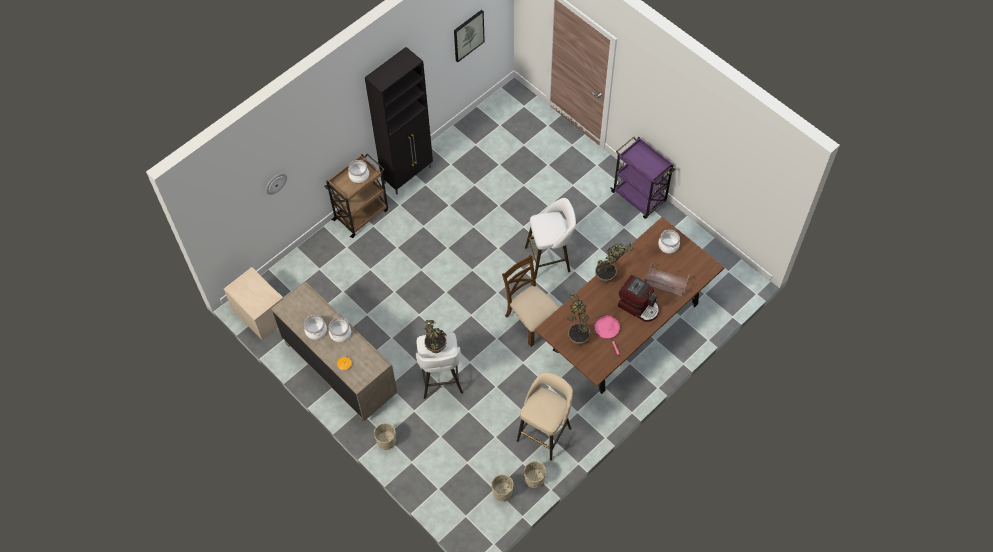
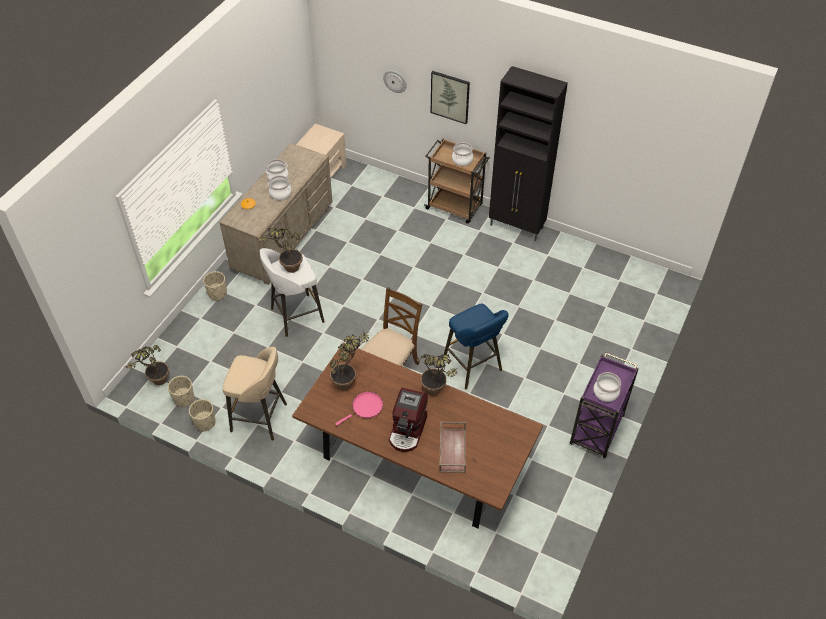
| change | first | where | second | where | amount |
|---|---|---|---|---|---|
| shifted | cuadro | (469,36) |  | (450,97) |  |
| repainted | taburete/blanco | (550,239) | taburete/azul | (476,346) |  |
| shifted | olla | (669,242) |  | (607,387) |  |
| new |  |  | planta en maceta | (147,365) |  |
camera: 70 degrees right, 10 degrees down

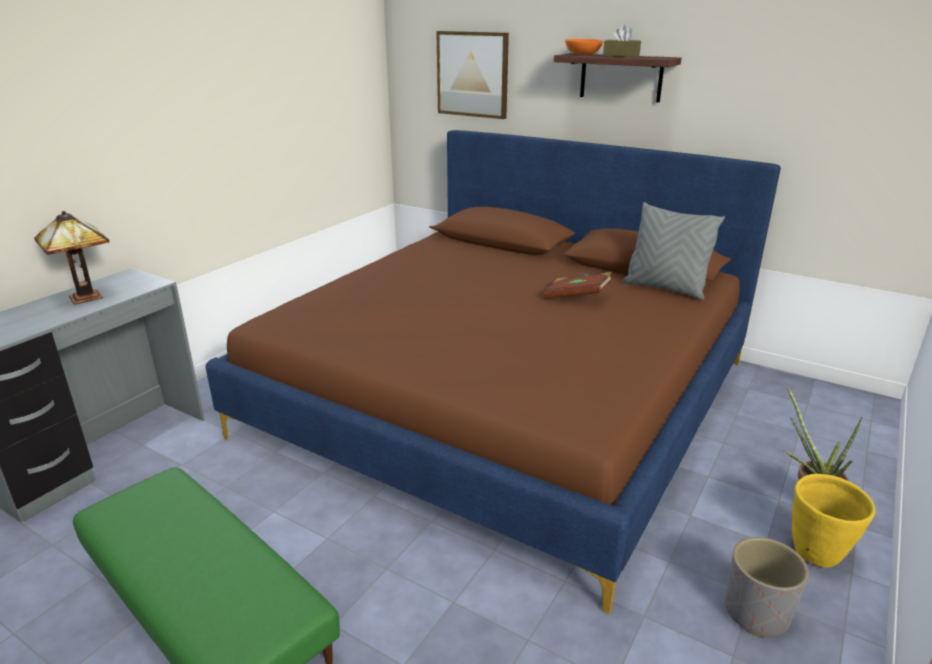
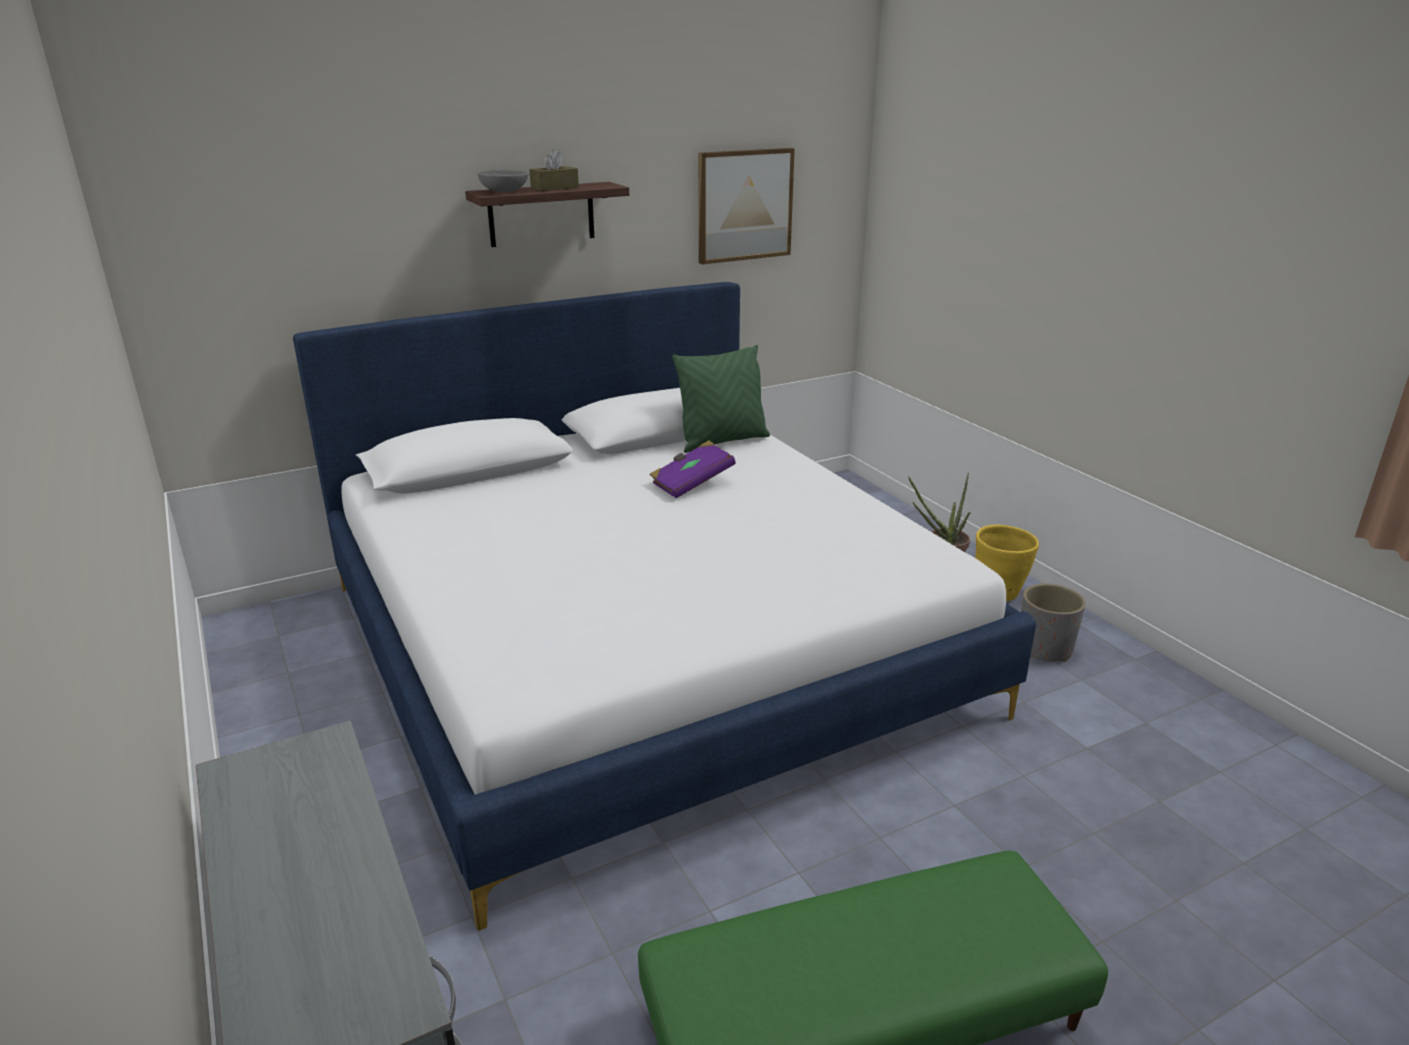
| change | first | where | second | where | amount |
|---|---|---|---|---|---|
| gone | lámpara de mesa | (71,258) |  |  |  |
| repainted | cama/marrón | (493,372) | cama/blanco | (664,606) |  |
| shifted | cuadro | (472,75) |  | (746,206) |  |
| repainted | libro/marrón | (578,285) | libro/morado | (692,469) |  |
| repainted | cuenco/naranja | (584,47) | cuenco/gris | (503,180) |  |
| repainted | cojín/gris | (673,251) | cojín/verde | (721,399) |  |
camera: 60 degrees left, 0 degrees up

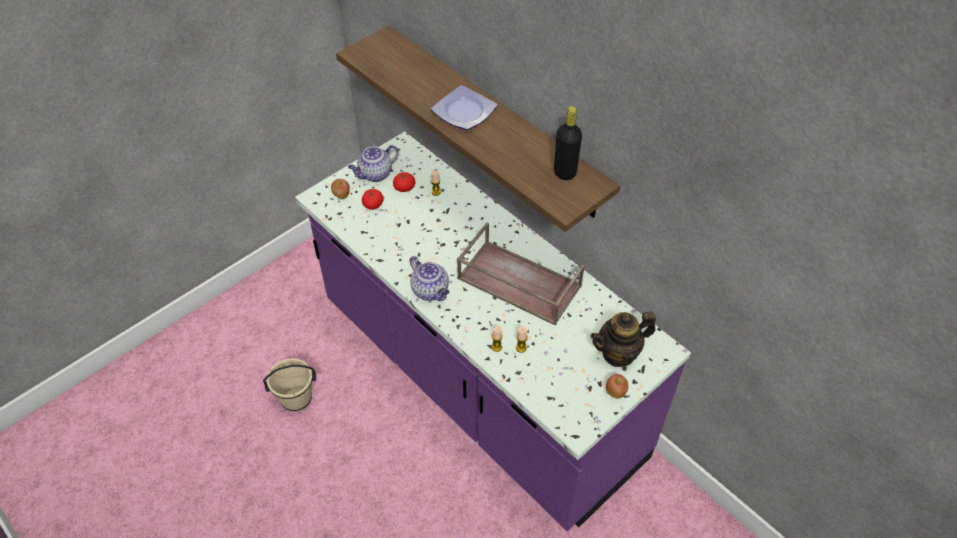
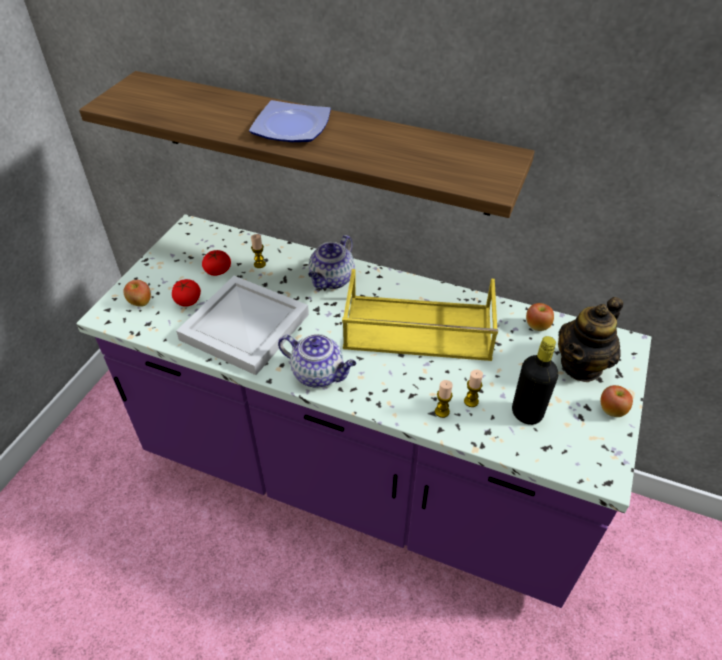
| change | first | where | second | where | amount |
|---|---|---|---|---|---|
| gone | cubo/beis | (289,385) |  |  |  |
| shifted | tetera | (373,163) |  | (331,262) |  |
| repainted | bandeja/marrón | (521,274) | bandeja/amarillo | (420,315) |  |
| shifted | botella/negro | (568,143) |  | (535,380) |  |
| new |  |  | bandeja/blanco | (242,325) |  |
| new |  |  | manzana | (540,317) |  |
camera: 25 degrees left, 5 degrees down

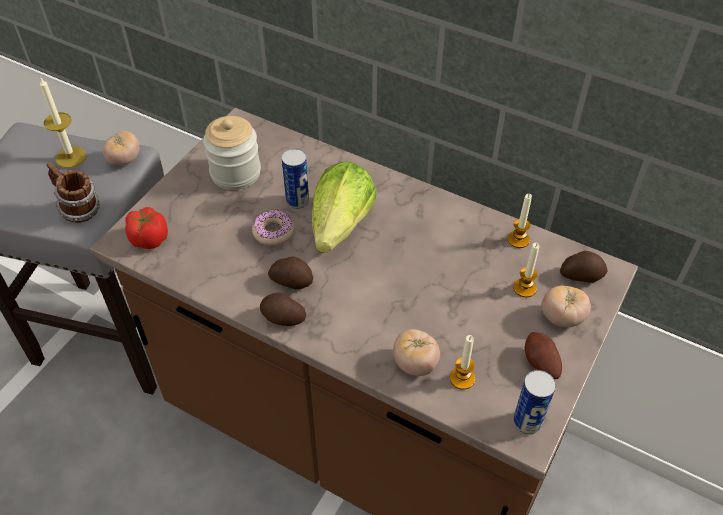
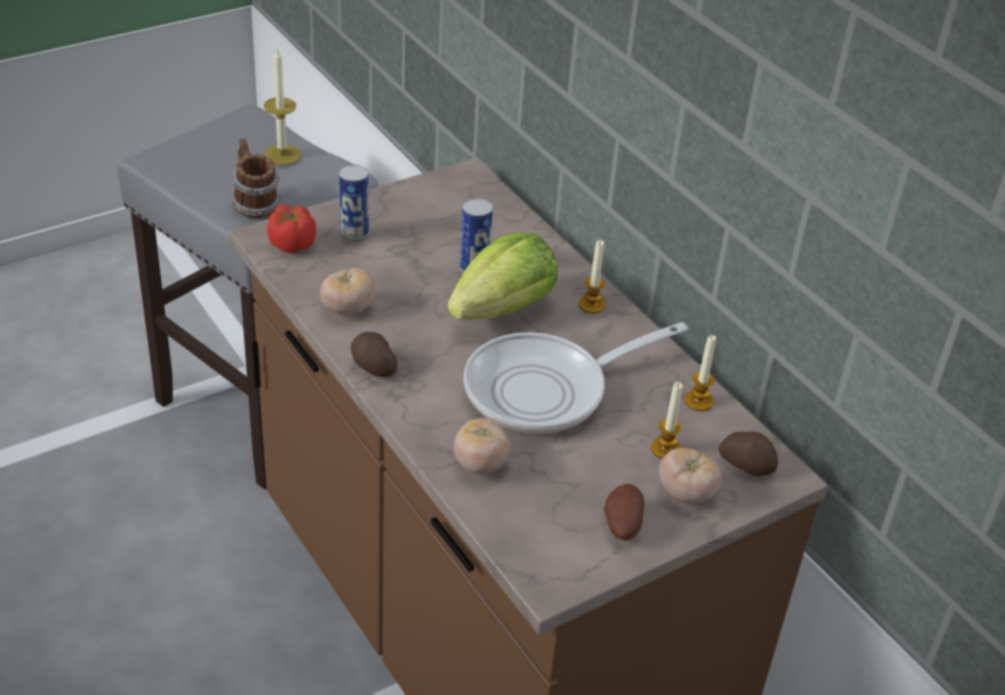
| change | first | where | second | where | amount |
|---|---|---|---|---|---|
| shifted | tomate | (121,148) |  | (347,291) |  |
| gone | tarro | (232,153) |  |  |  |
| gone | rosquilla | (273,228) |  |  |  |
| gone | patata | (290,273) |  |  |  |
| shifted | vela | (462,362) |  | (592,277) |  |
| shifted | lata | (534,402) |  | (354,203) |  |
| new |  |  | sartén | (576,377) |  |
camera: 25 degrees right, 10 degrees down

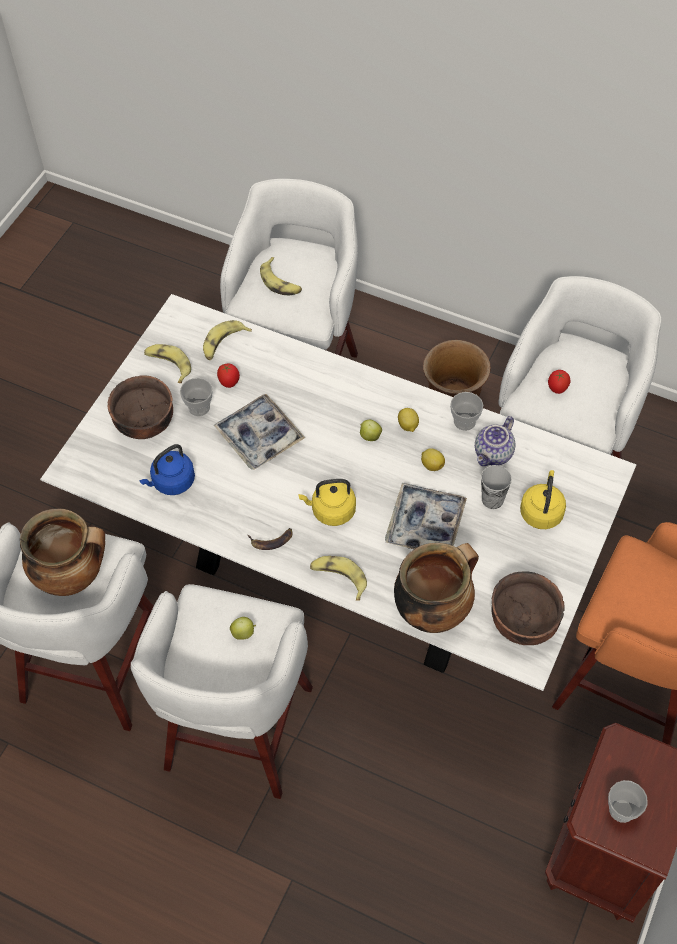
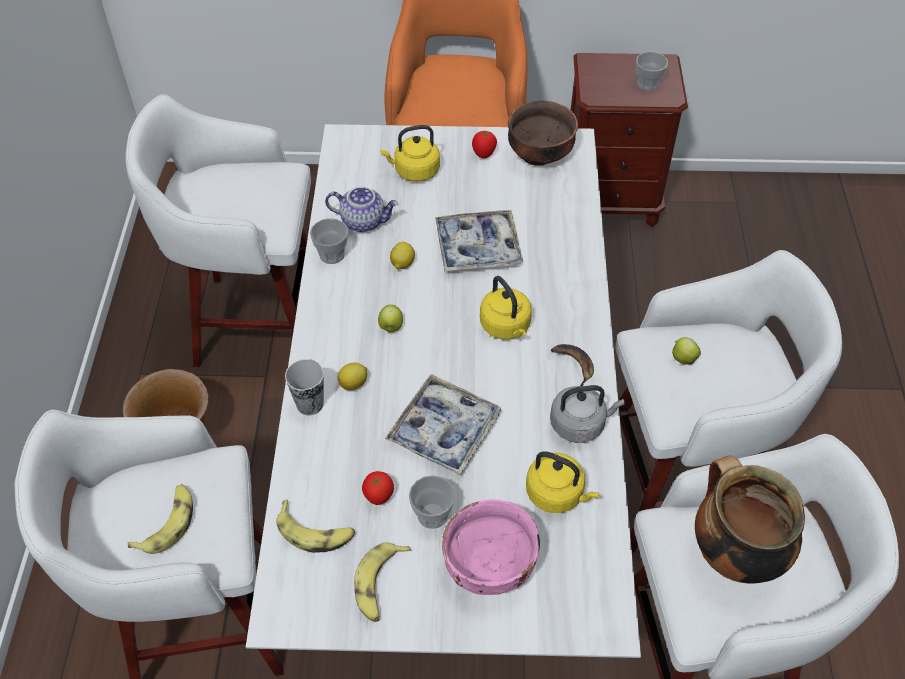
| change | first | where | second | where | amount |
|---|---|---|---|---|---|
| repainted | cuenco/marrón | (140,407) | cuenco/rosa | (491,547) |  |
| repainted | hervidor/azul | (167,469) | hervidor/amarillo | (562,482) |  |
| gone | plátano | (338,578) |  |  |  |
| gone | olla | (436,588) |  |  |  |
| shifted | limón | (408,420) |  | (352,376) |  |
| shifted | taza | (496,487) |  | (304,387) |  |
| shifted | tomate | (559,382) |  | (484,144) |  |
| new |  |  | hervidor/gris | (587,414) |  |
camera: 115 degrees left, 5 degrees down

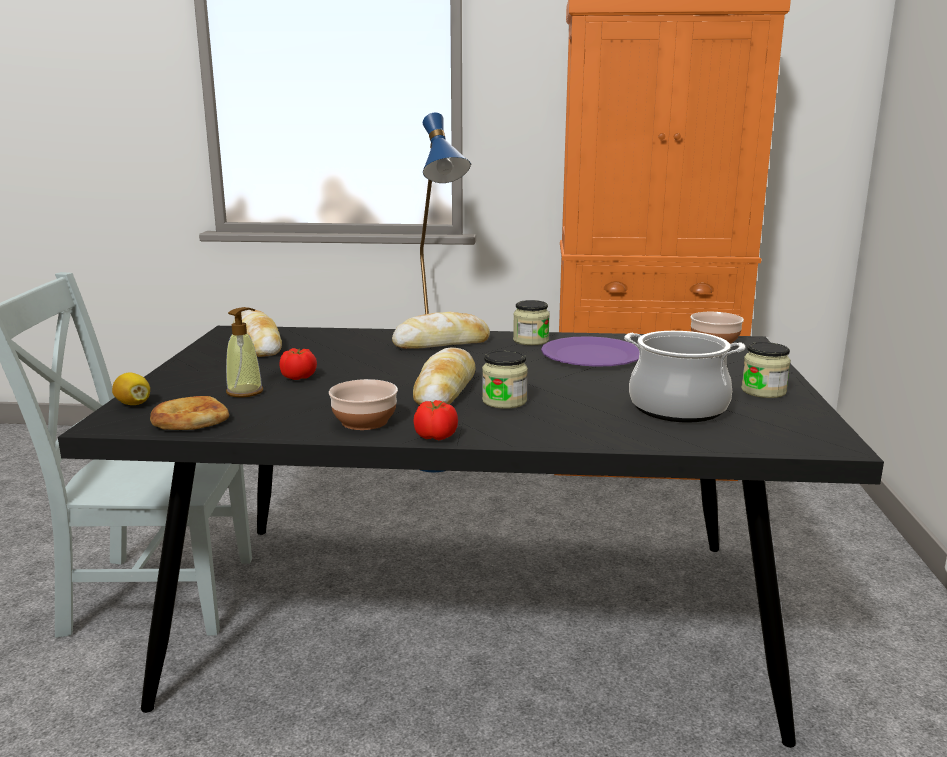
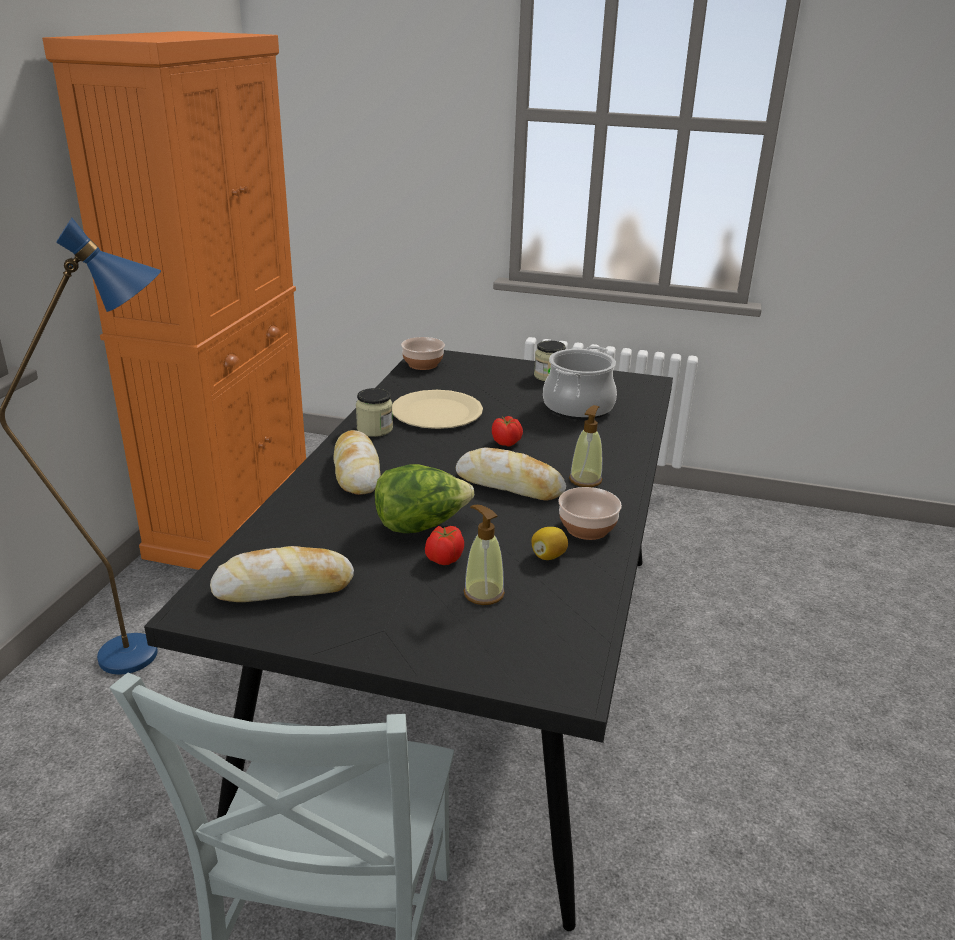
| change | first | where | second | where | amount |
|---|---|---|---|---|---|
| shifted | limón | (131,389) |  | (549,543) |  |
| gone | pan | (189,413) |  |  |  |
| shifted | tomate | (436,420) |  | (507,431) |  |
| gone | tarro | (505,380) |  |  |  |
| repainted | plato/morado | (590,351) | plato/beis | (437,409) |  |
| new |  |  | lechuga | (424,498) |  |
| new |  |  | dispensador de jabón | (586,446) |  |
camera: 80 degrees left, 10 degrees up

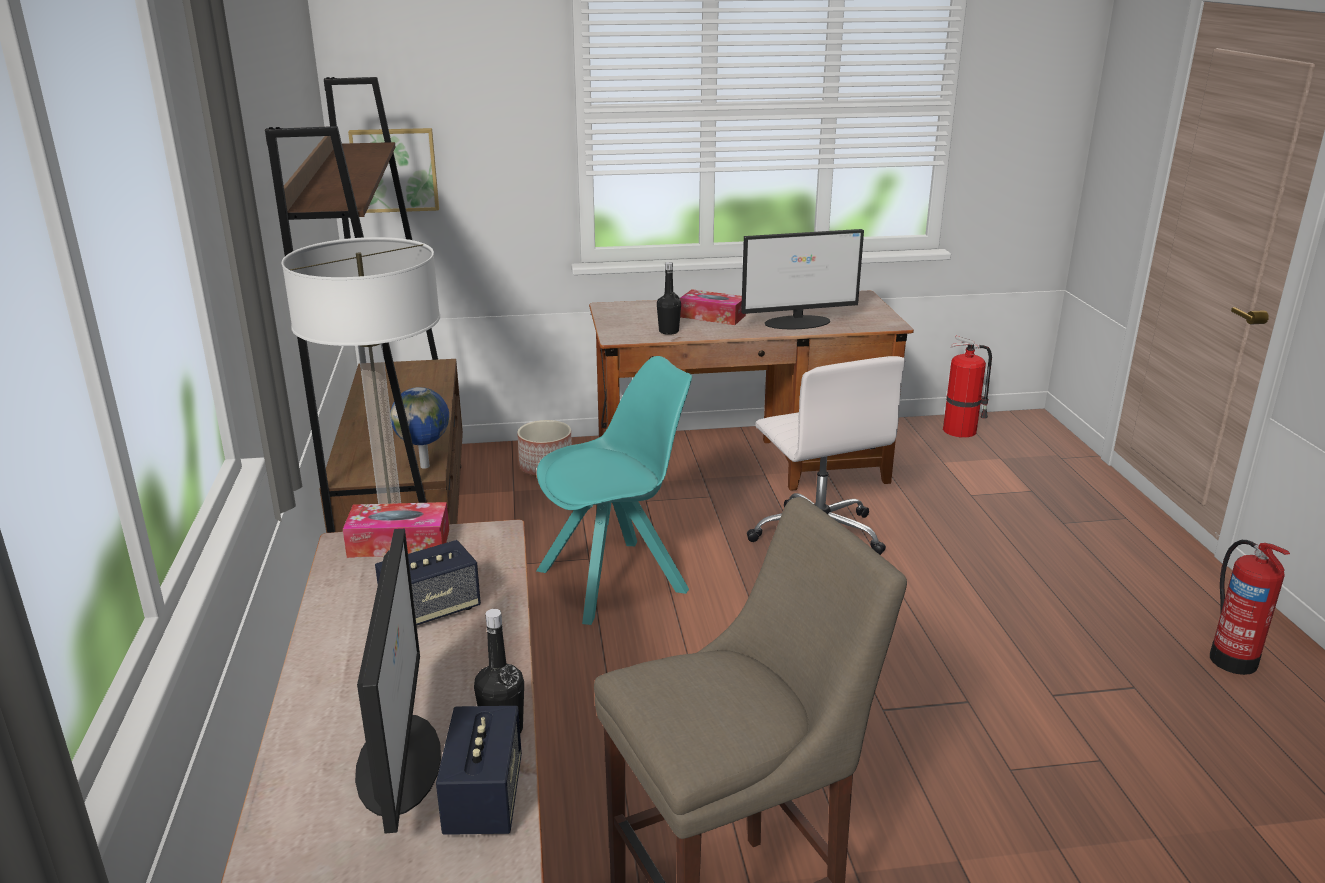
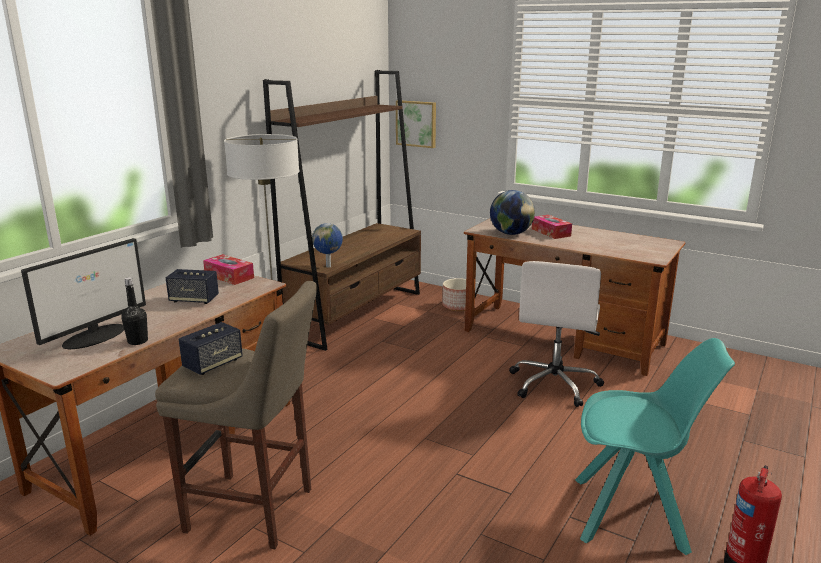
| change | first | where | second | where | amount |
|---|---|---|---|---|---|
| shifted | altavoz | (479,770) |  | (211,348) |  |
| shifted | silla/turquesa | (614,490) |  | (655,446) |  |
| swapped | botella/negro | (669,298) | globo terráqueo | (512,212) |  |
| gone | monitor | (802,279) |  |  |  |
| gone | extintor | (967,387) |  |  |  |
camera: 40 degrees right, 5 degrees down

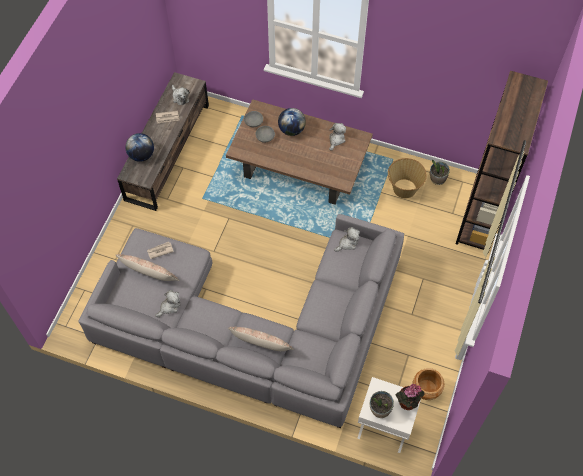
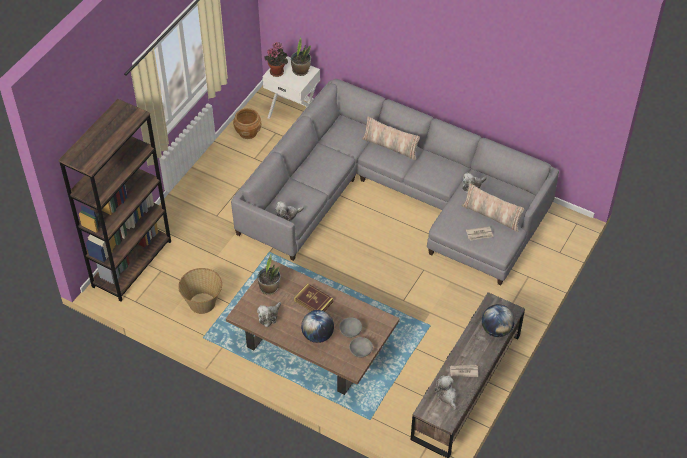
| change | first | where | second | where | amount |
|---|---|---|---|---|---|
| shifted | planta en maceta | (440,172) |  | (268,275) |  |
| new |  |  | libro | (313,297) |  |
camera: 170 degrees left, 10 degrees down

